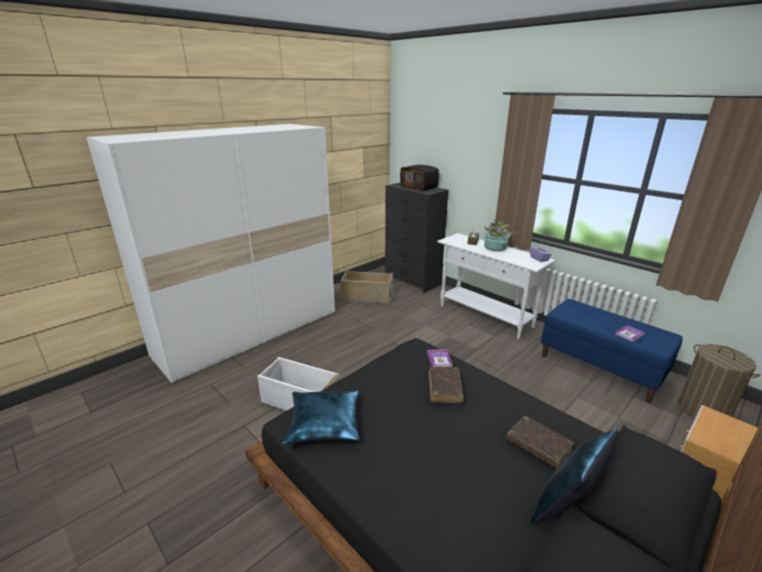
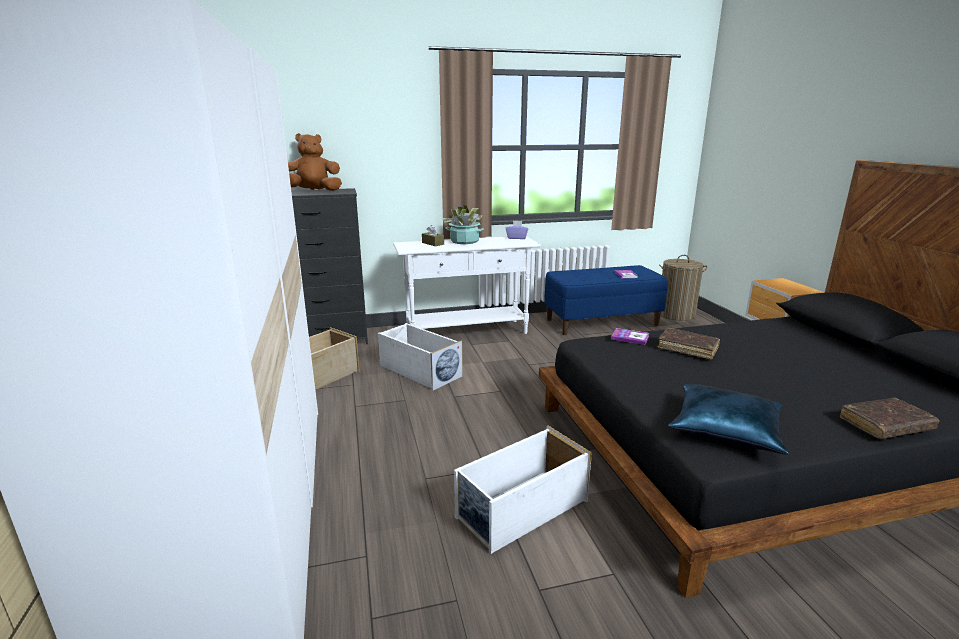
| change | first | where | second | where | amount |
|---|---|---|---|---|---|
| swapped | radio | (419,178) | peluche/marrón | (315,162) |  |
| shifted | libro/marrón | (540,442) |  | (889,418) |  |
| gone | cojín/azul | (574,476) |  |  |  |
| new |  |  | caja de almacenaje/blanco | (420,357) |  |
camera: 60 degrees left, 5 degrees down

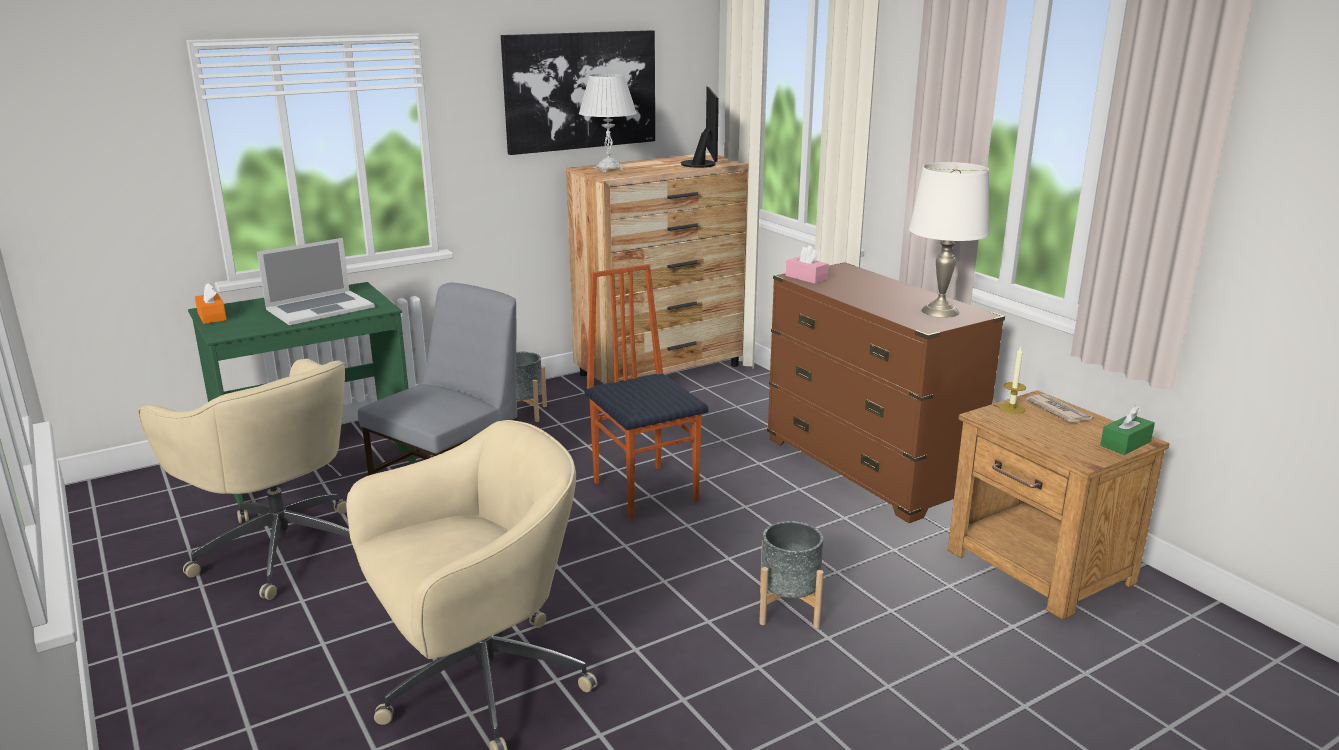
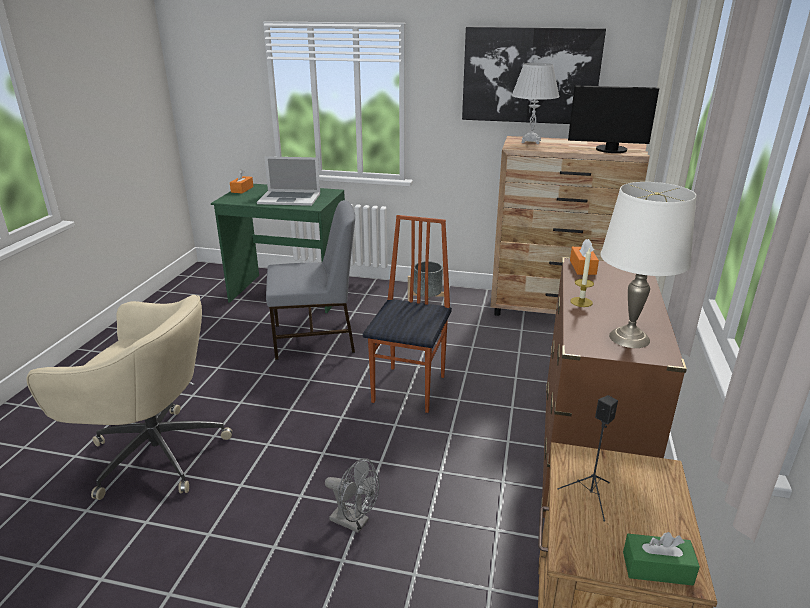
| change | first | where | second | where | amount |
|---|---|---|---|---|---|
| gone | silla de oficina/beis | (244,479) |  |  |  |
| rotated | monitor | (699,127) |  | (613,119) | 60 degrees clockwise |
| swapped | maceta/gris | (791,574) | ventilador/gris | (352,495) |  |
| repainted | caja de pañuelos/rosa | (807,265) | caja de pañuelos/naranja | (584,257) |  |
| shifted | vela | (1012,380) |  | (582,277) |  |
| gone | periódico | (1059,408) |  |  |  |
| new |  |  | altavoz/negro | (588,458) |  |
camera: 45 degrees right, 5 degrees up

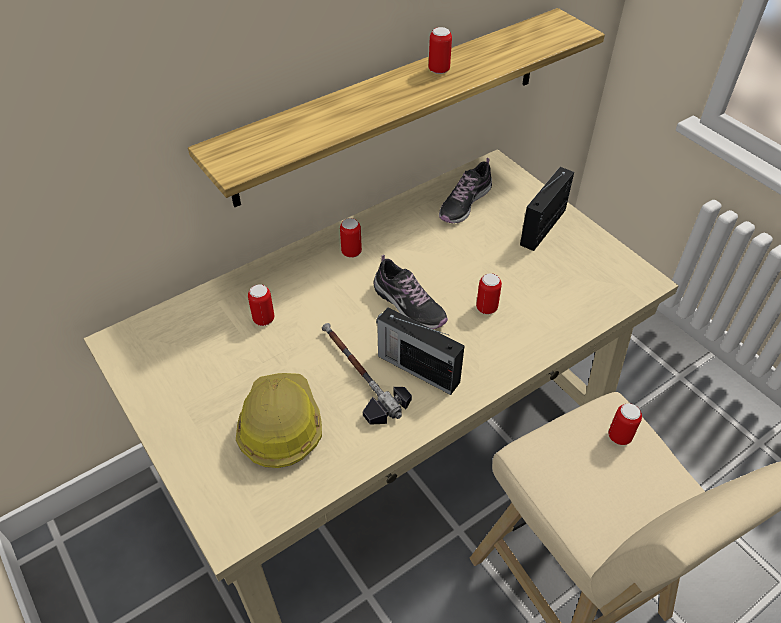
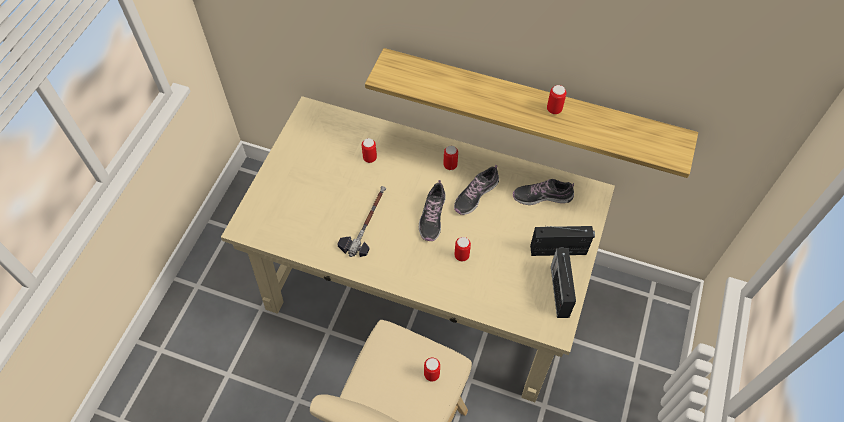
| change | first | where | second | where | amount |
|---|---|---|---|---|---|
| gone | casco | (279,420) |  |  |  |
| shifted | radio | (420,351) |  | (563,282) |  |
| new |  |  | zapato | (476,190) |  |
camera: 55 degrees right, 10 degrees up

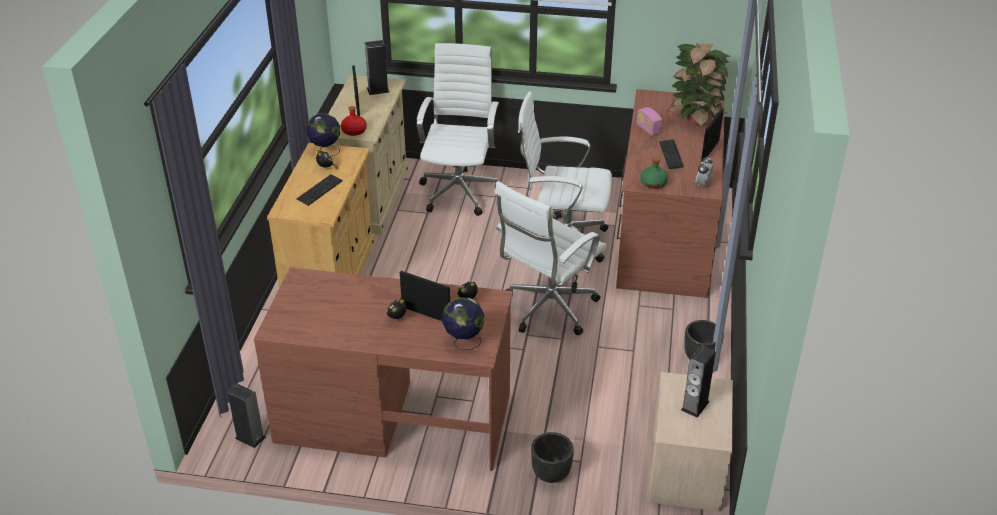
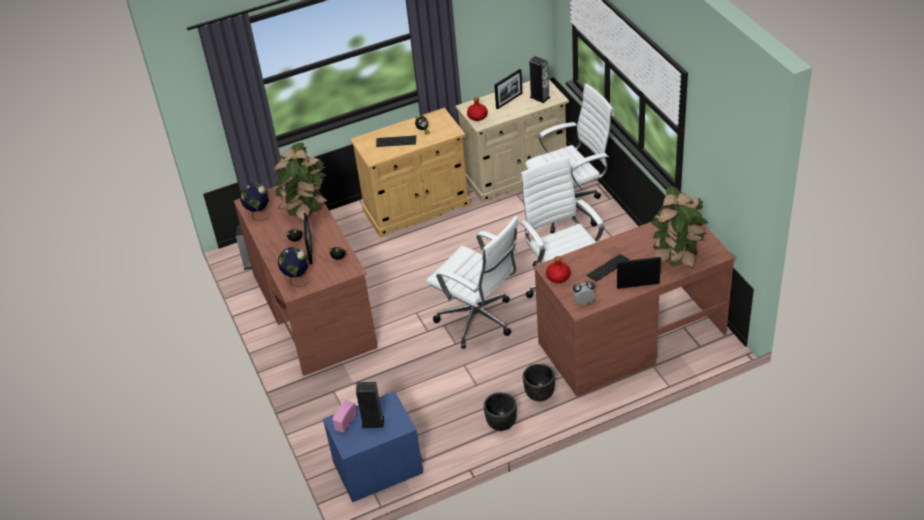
| change | first | where | second | where | amount |
|---|---|---|---|---|---|
| shifted | globo terráqueo | (323,135) |  | (254,202) |  |
| rotated | silla de oficina/blanco | (551,258) |  | (472,282) | 150 degrees counterclockwise |
| shifted | maceta/negro | (552,457) |  | (539,382) |  |
| shifted | radio | (649,121) |  | (344,416) |  |
| repainted | botella/verde | (654,173) | botella/rojo | (558,269) |  |
| repainted | mesita de noche/beis | (690,442) | mesita de noche/azul | (373,446) |  |
| new |  |  | planta en maceta | (301,182) |  |
camera: 60 degrees right, 5 degrees up

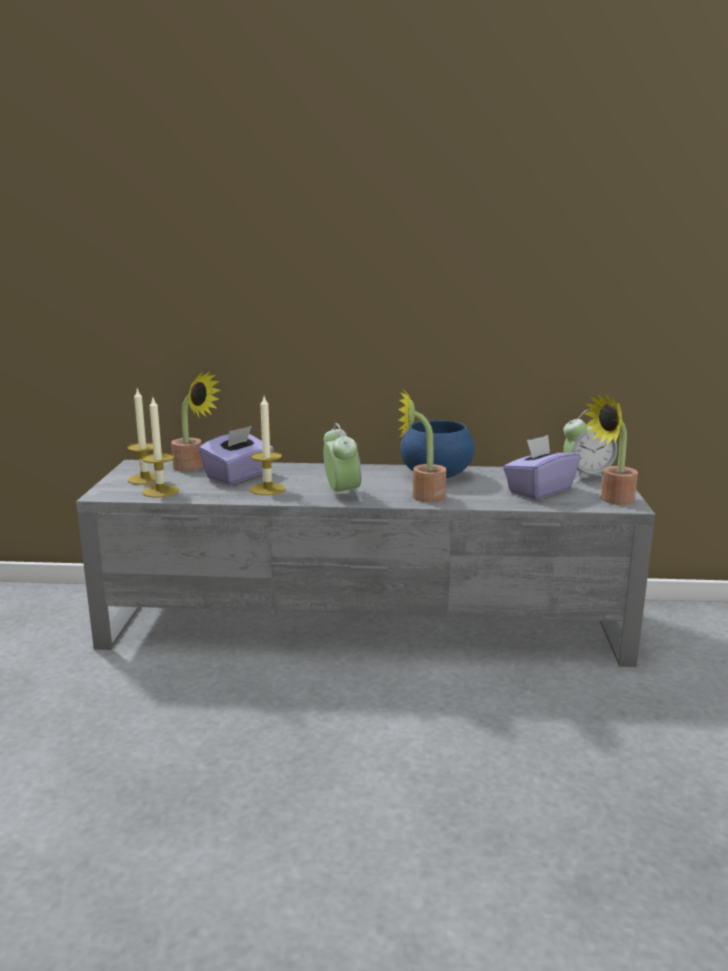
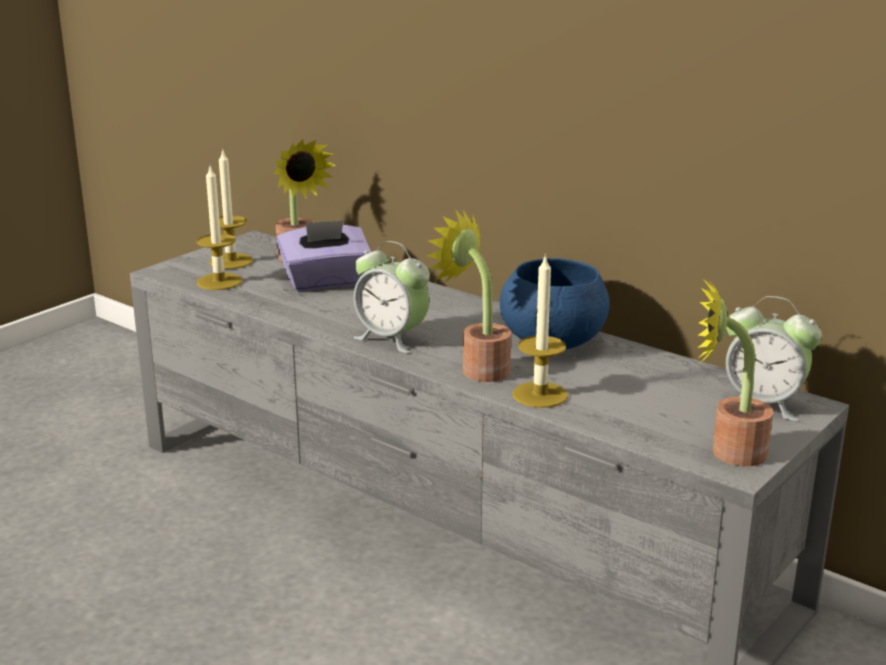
| change | first | where | second | where | amount |
|---|---|---|---|---|---|
| shifted | vela | (268,445) |  | (540,331) |  |
| rotated | despertador | (343,462) |  | (392,297) | 105 degrees clockwise |
| gone | caja de pañuelos/morado | (541,467) |  |  |  |
camera: 35 degrees right, 5 degrees up

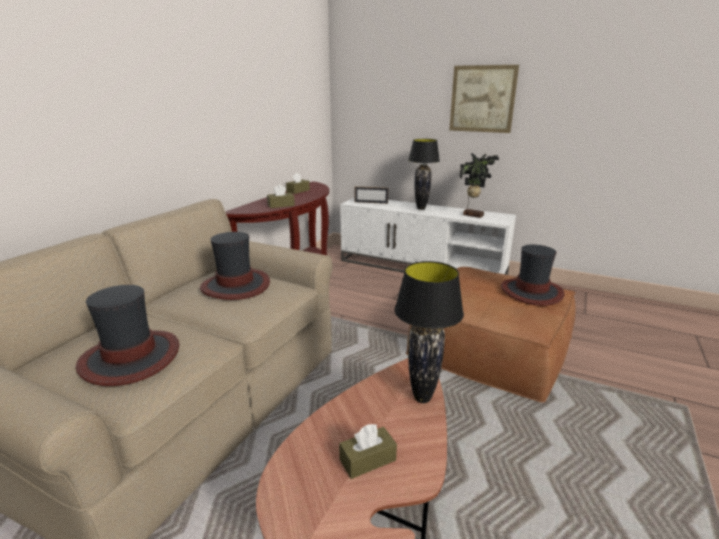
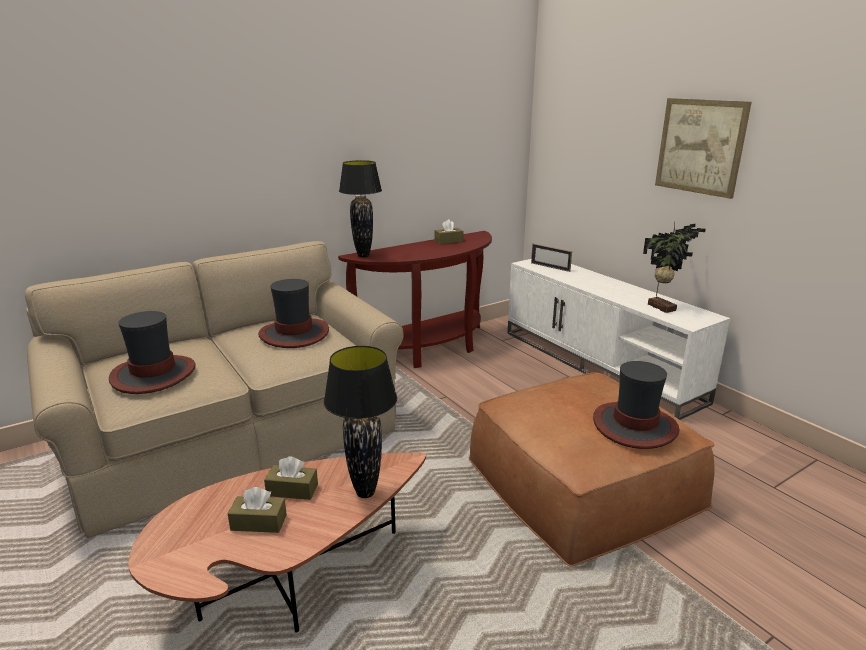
| change | first | where | second | where | amount |
|---|---|---|---|---|---|
| shifted | caja de pañuelos/marrón | (281,196) |  | (291,478) |  |
| shifted | lámpara de mesa/negro | (424,174) |  | (360,209) |  |
camera: 30 degrees right, 0 degrees up

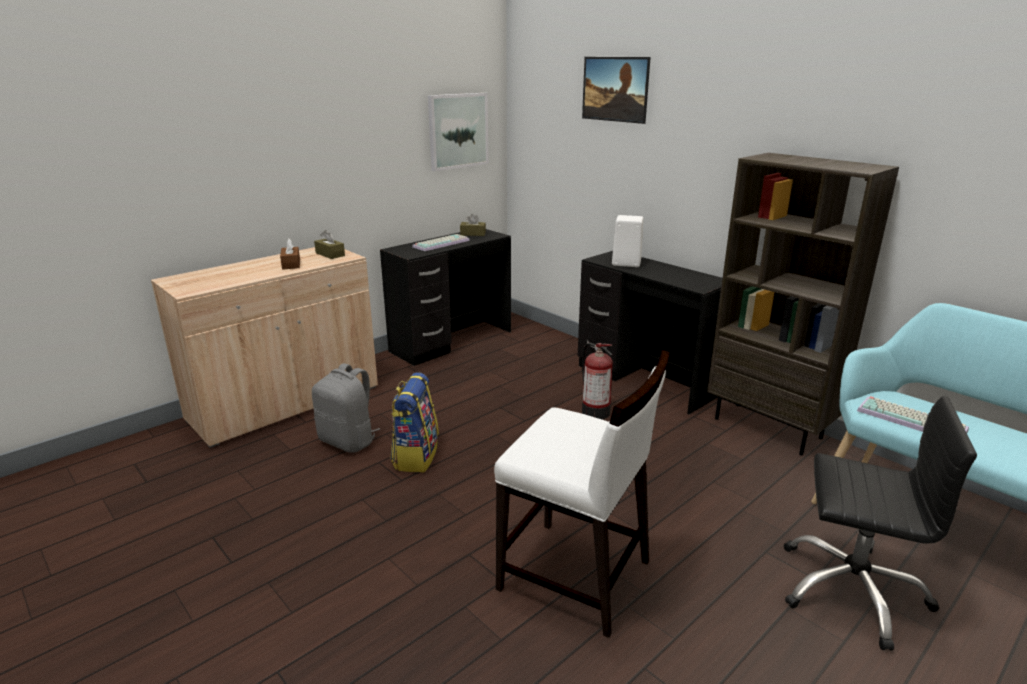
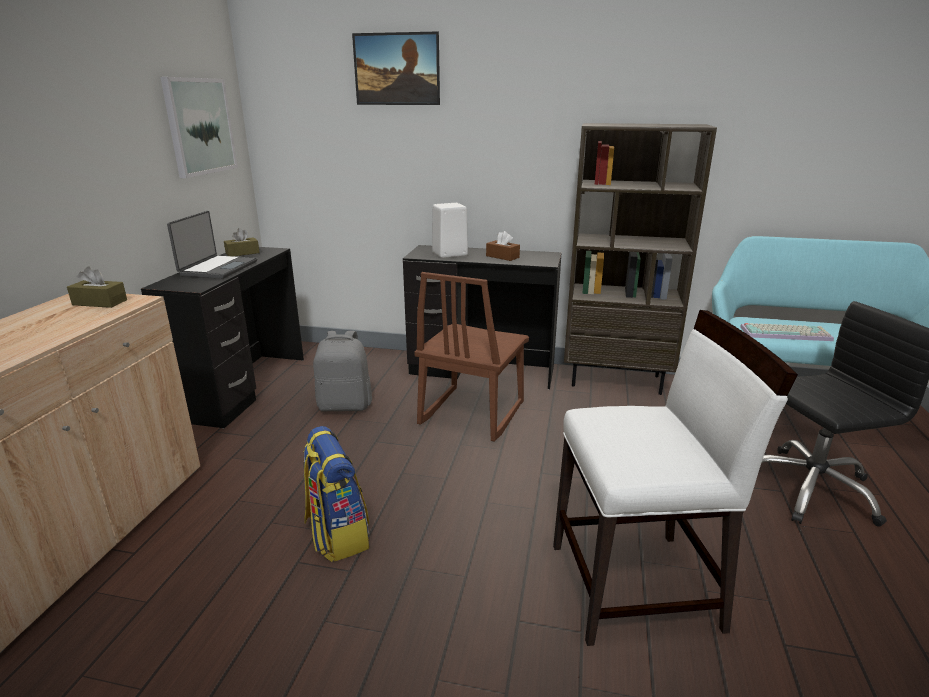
| change | first | where | second | where | amount |
|---|---|---|---|---|---|
| shifted | caja de pañuelos/marrón | (290,254) |  | (503,246) |  |
| shifted | mochila/gris | (346,408) |  | (342,371) |  |
| swapped | teclado | (441,242) | portátil | (212,245) |  |
| swapped | extintor | (597,381) | silla/marrón | (472,357) |  |
camera: 35 degrees left, 0 degrees up

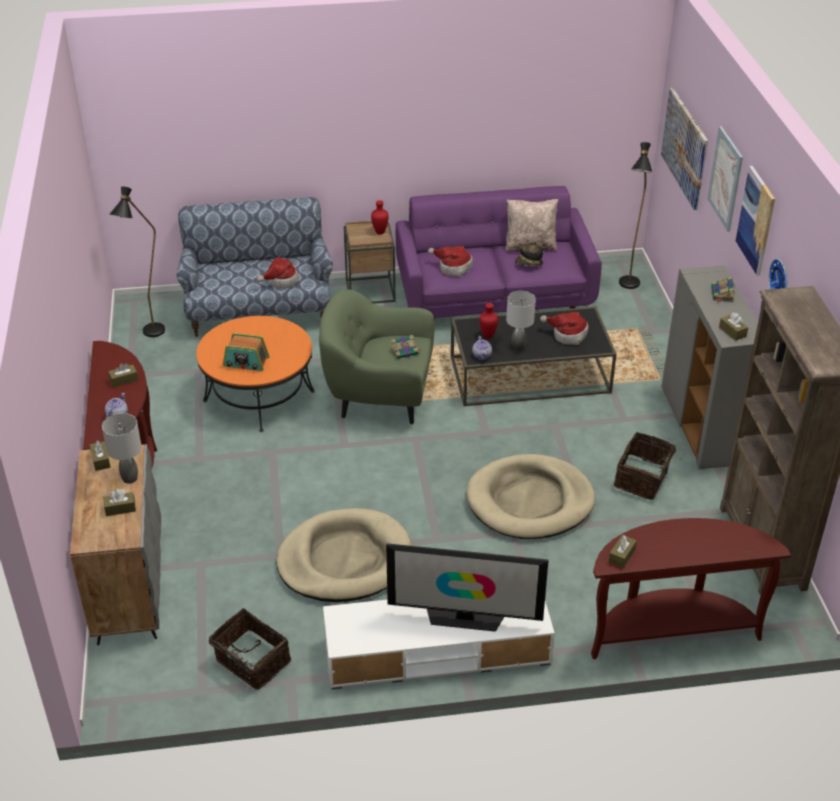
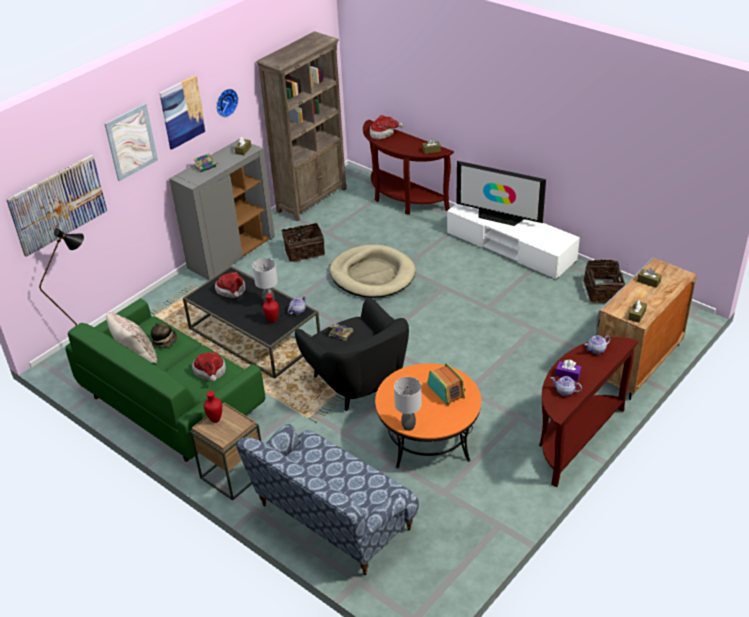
| change | first | where | second | where | amount |
|---|---|---|---|---|---|
| shifted | lámpara de mesa/gris | (122,448) |  | (408,404) |  |
| repainted | caja de pañuelos/marrón | (123,375) | caja de pañuelos/morado | (568,370) |  |
| gone | lámpara de pie/negro | (137,261) |  |  |  |
| shifted | sombrero | (278,273) |  | (387,127) |  |
| gone | cama para perro/beis | (343,555) |  |  |  |
| repainted | sillón/verde | (377,356) | sillón/negro | (352,354) |  |
| rotated | televisor | (467,587) |  | (501,193) | 150 degrees clockwise |
| repainted | sofá/morado | (499,253) | sofá/verde | (165,380) |  |
| new |  |  | tetera | (566,386) |  |
camera: 130 degrees left, 0 degrees up

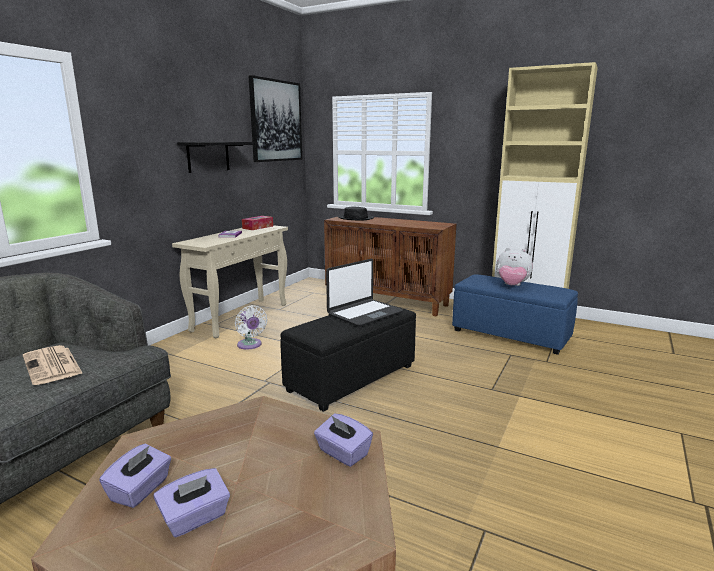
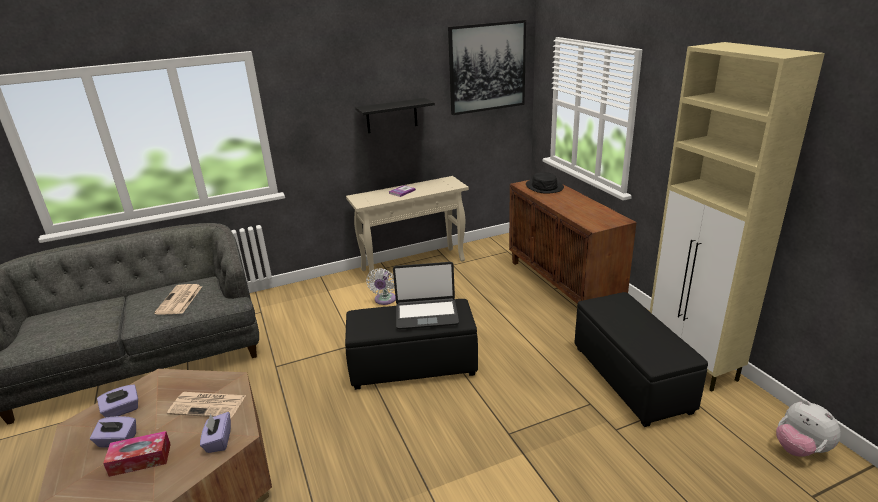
| change | first | where | second | where | amount |
|---|---|---|---|---|---|
| shifted | caja de pañuelos | (257,223) |  | (137,454) |  |
| repainted | puf/azul | (515,314) | puf/negro | (641,359) |  |
| shifted | peluche | (514,267) |  | (808,428) |  |
| new |  |  | periódico | (206,405) |  |
camera: 40 degrees right, 10 degrees up

